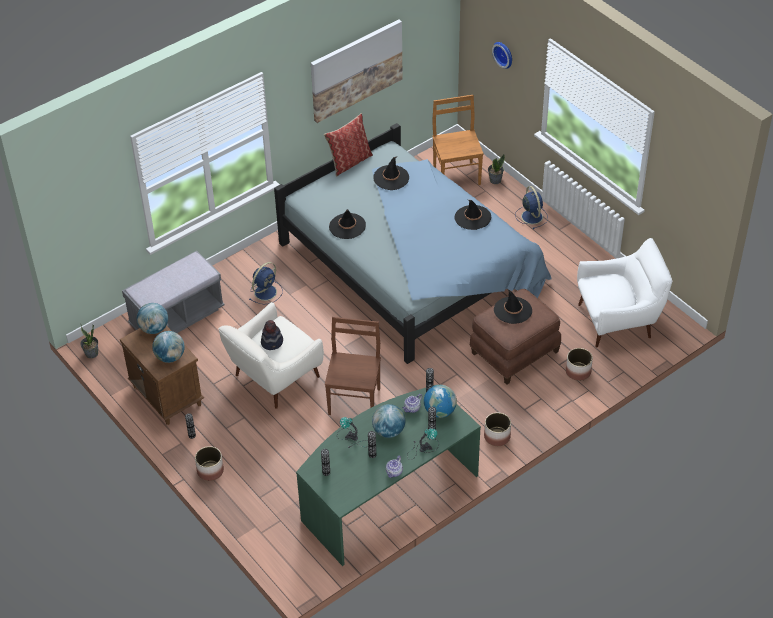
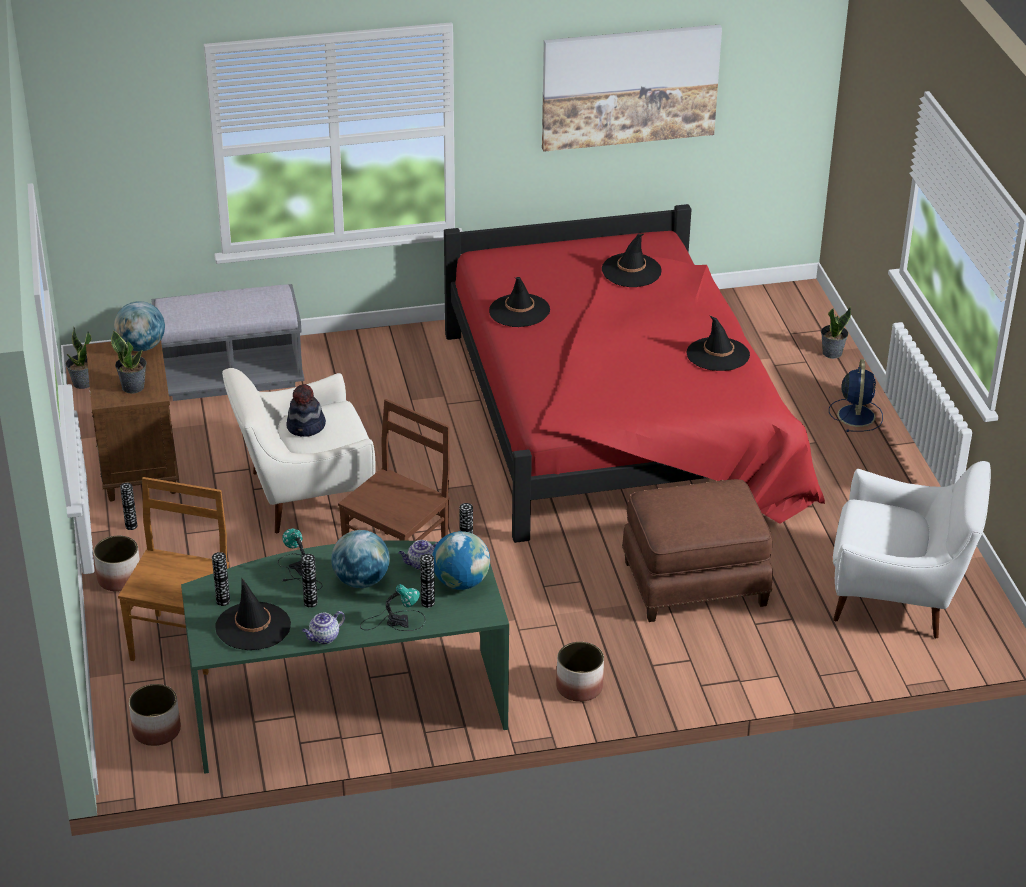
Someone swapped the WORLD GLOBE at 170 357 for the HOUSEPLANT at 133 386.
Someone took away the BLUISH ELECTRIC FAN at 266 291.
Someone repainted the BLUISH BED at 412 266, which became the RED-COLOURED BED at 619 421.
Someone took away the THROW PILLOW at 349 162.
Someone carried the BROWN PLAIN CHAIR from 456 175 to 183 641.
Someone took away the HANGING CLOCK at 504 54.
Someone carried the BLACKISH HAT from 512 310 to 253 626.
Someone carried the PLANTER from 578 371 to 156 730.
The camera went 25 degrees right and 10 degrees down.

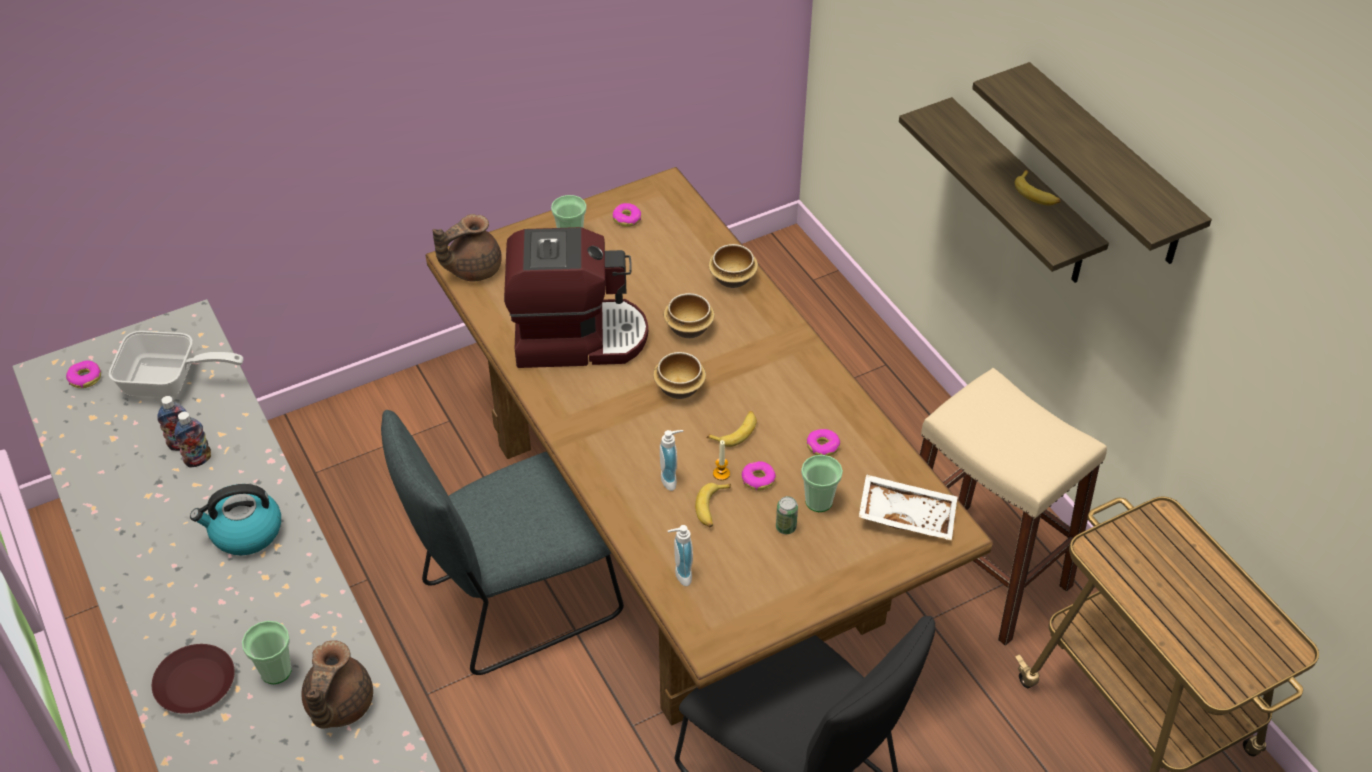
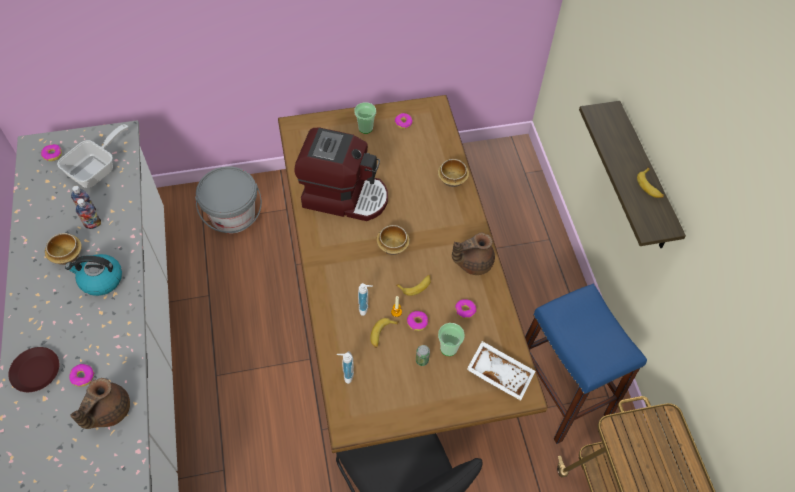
Someone rotated the PAN at 170 381 by 75 degrees counterclockwise.
Someone swapped the SMALL CUP at 276 671 for the DONUT at 83 377.
Someone took away the GREYISH PLAIN CHAIR at 513 604.
Someone carried the BROWN TEA POT from 472 269 to 472 262.
Someone carried the SERVING BOWL from 687 328 to 67 255.
Someone repainted the BEIGE-COLOURED SITTING STOOL at 983 572, which became the BLUISH SITTING STOOL at 560 391.
Someone took away the SHELF at 1108 168.
Someone put down the GREYISH BUCKET at 233 215.
The camera went 15 degrees right and 10 degrees up.

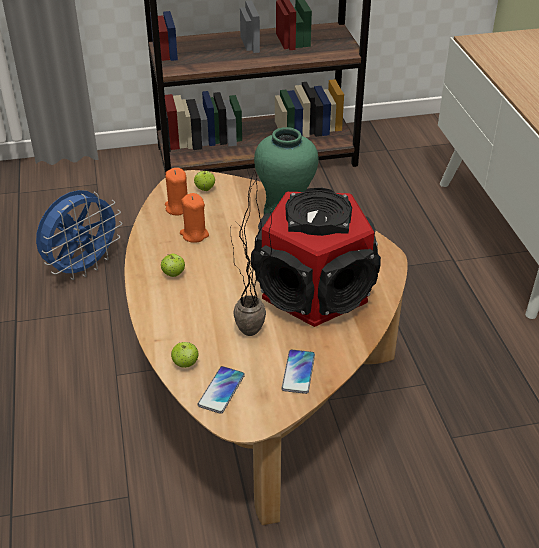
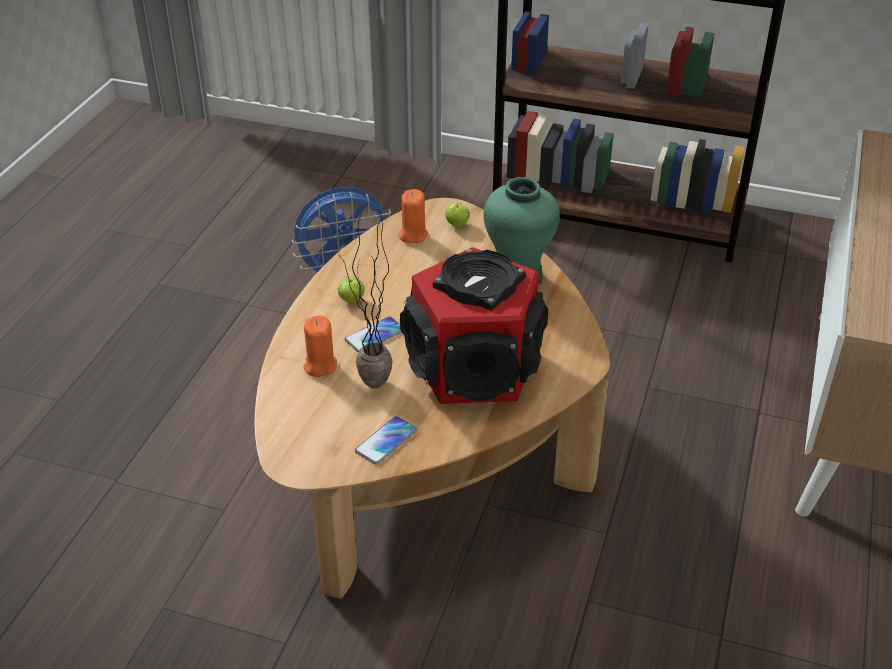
Someone took away the WHOLE APPLE at 185 364.
Someone carried the ORANGEY CANDLE from 194 234 to 320 365.
Someone carried the HANDSET from 221 390 to 375 335.
The camera went 30 degrees right and 0 degrees up.

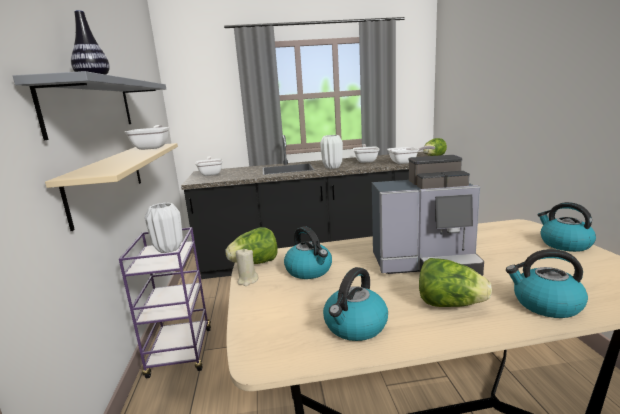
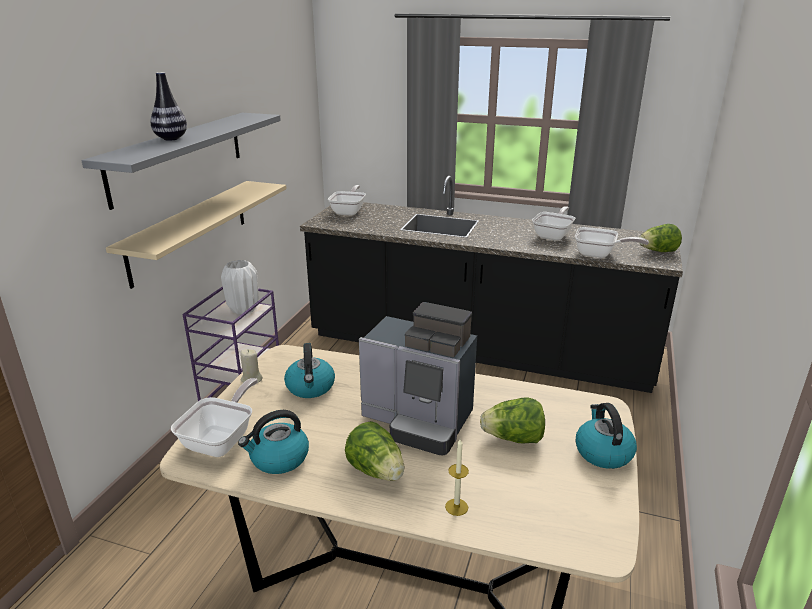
Someone carried the PAN from 153 147 to 222 439.
Someone carried the LETTUCE HEAD from 255 263 to 513 438.
Someone took away the WHITISH FLOWER VASE at 332 167.
Someone swapped the KETTLE at 545 304 for the CANDLE at 456 507.
The camera went 25 degrees right and 10 degrees up.

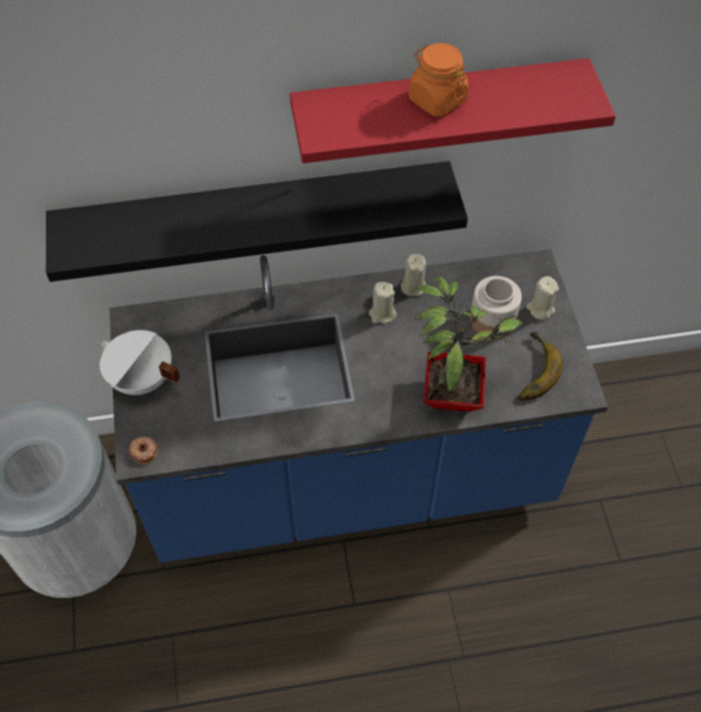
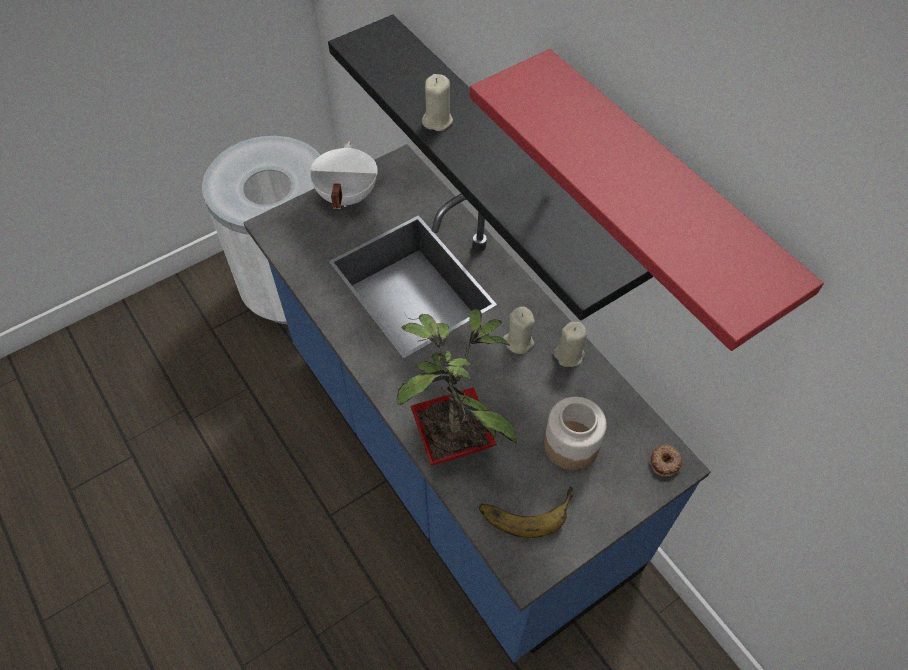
Someone carried the DONUT from 144 451 to 665 462.
Someone took away the ORANGEY STORAGE JAR at 436 99.
Someone carried the BEIGE-COLOURED CANDLE from 540 309 to 437 120.
The camera went 65 degrees right and 0 degrees up.

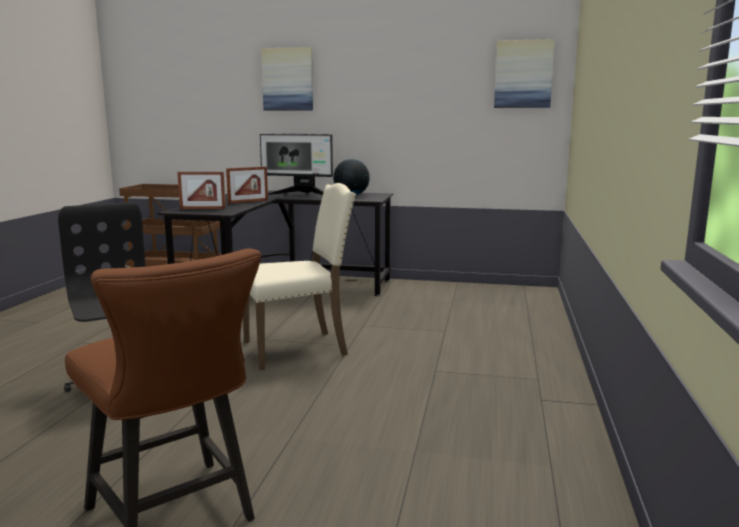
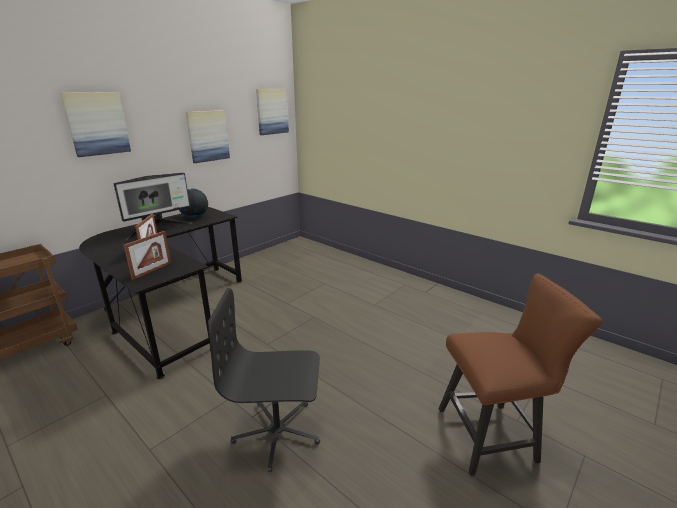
Someone took away the BEIGE-COLOURED PLAIN CHAIR at 298 348.
Someone put up the WALL ART at 208 136.
The camera went 60 degrees left and 10 degrees up.

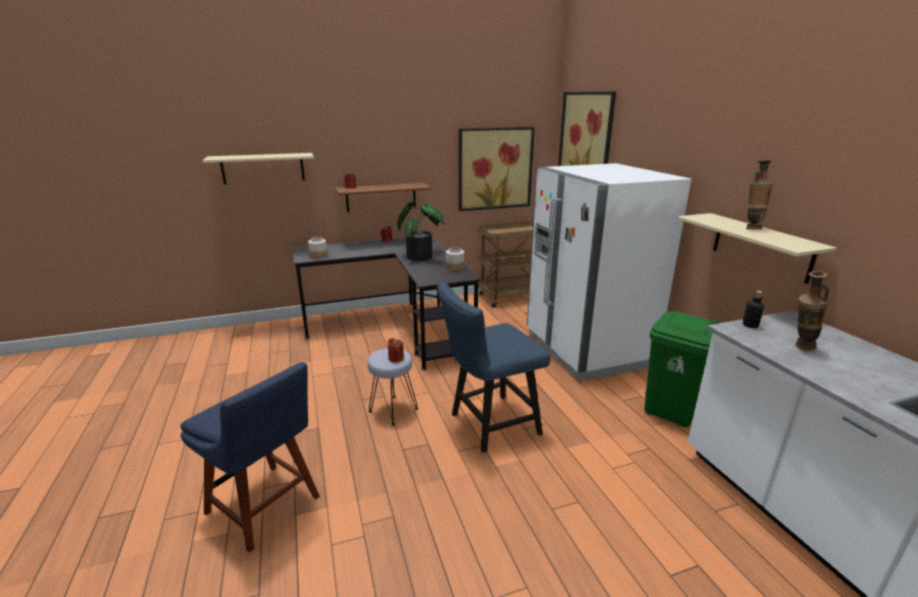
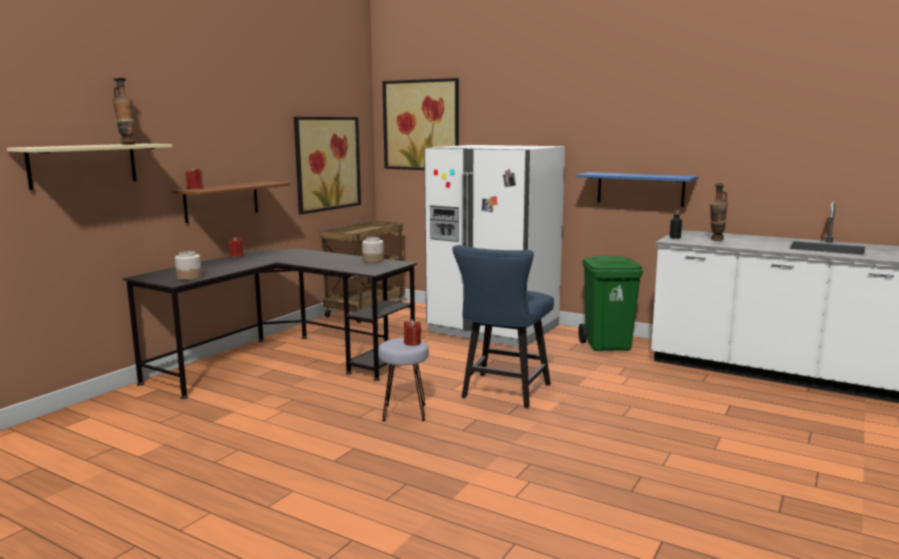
Someone took away the BLUISH PLAIN CHAIR at 266 507.
Someone took away the HOUSEPLANT at 422 257.
Someone repainted the BEIGE-COLOURED SHELF at 761 247, which became the BLUISH SHELF at 640 189.
Someone carried the FLOWER VASE from 751 229 to 127 144.
The camera went 40 degrees left and 10 degrees down.

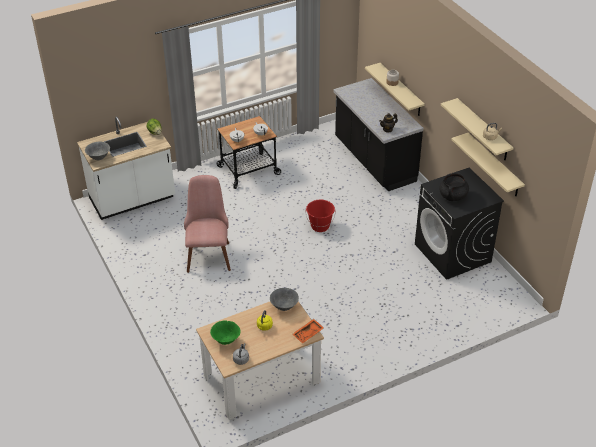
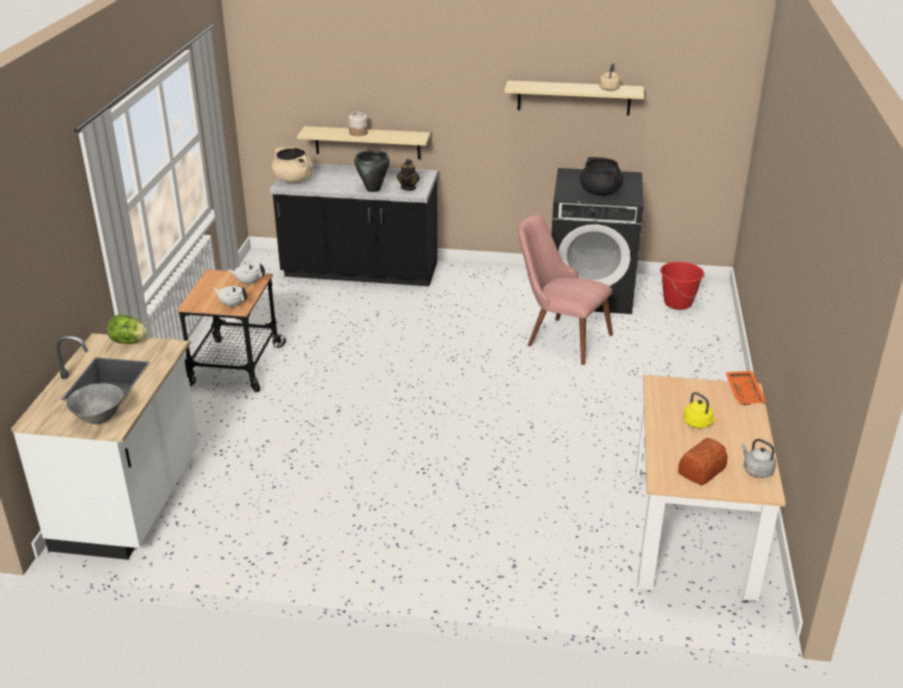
Someone carried the PINK-COLOURED PLAIN CHAIR from 208 252 to 559 337.
Someone swapped the GREENISH SERVING BOWL at 225 340 for the BREAD at 700 470.
Someone took away the GREYISH SERVING BOWL at 284 307.
Someone carried the RED-COLOURED BUCKET from 320 226 to 677 303.
Someone took away the BEIGE-COLOURED SHELF at 494 165.
Someone put down the BEIGE-COLOURED COOKING POT at 293 180.
Someone put down the BLACKISH COOKING POT at 373 189.
The camera went 55 degrees left and 10 degrees down.

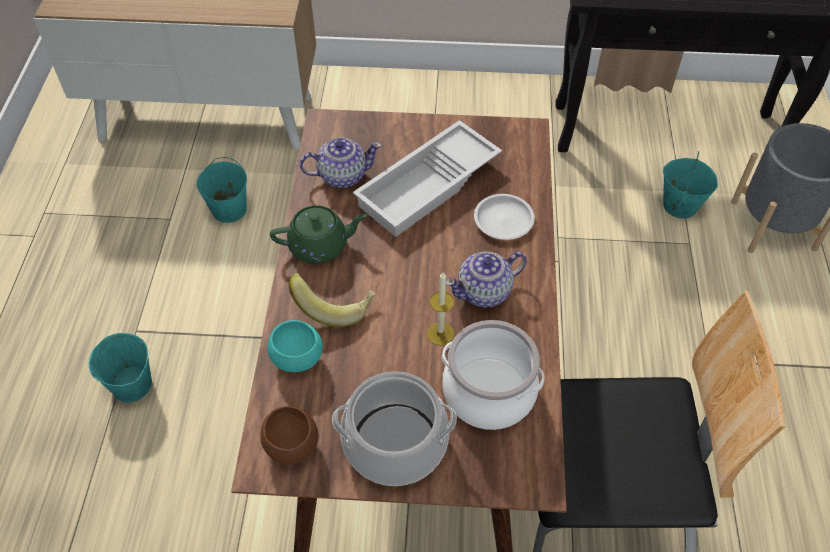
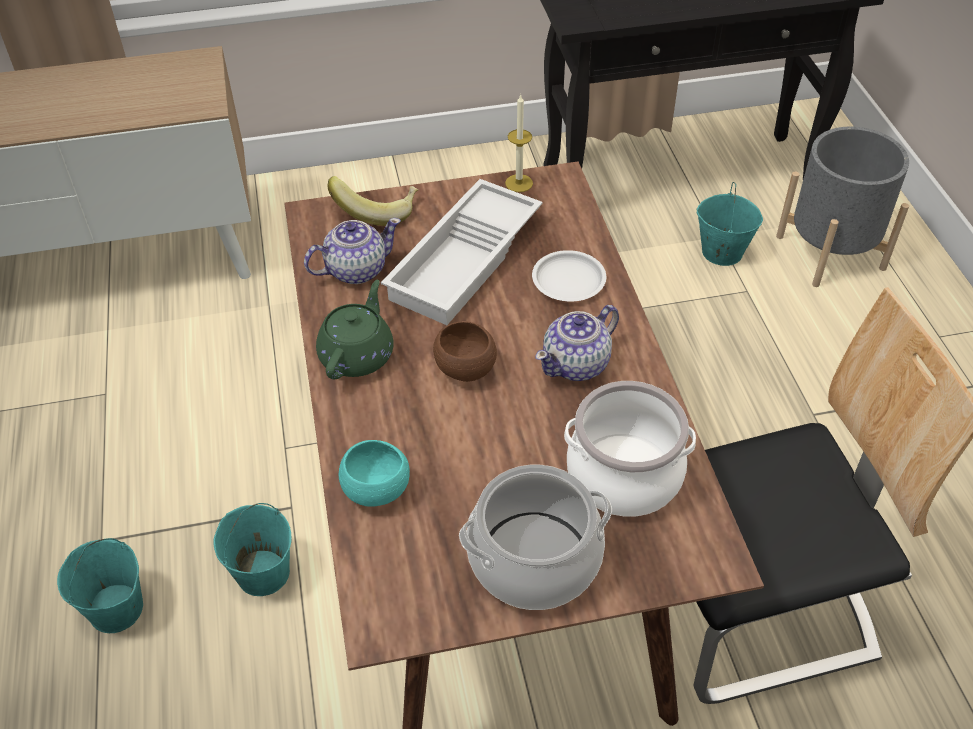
Someone carried the TURQUOISE BUCKET from 229 209 to 262 573.
Someone carried the BROWN SERVING BOWL from 292 446 to 465 369.
Someone rotated the GREENISH TEA POT at 320 245 by 45 degrees counterclockwise.
Someone carried the WHOLE BANANA from 335 306 to 377 211.
Someone carried the CANDLE from 440 334 to 519 183.
The camera went 15 degrees left and 5 degrees down.

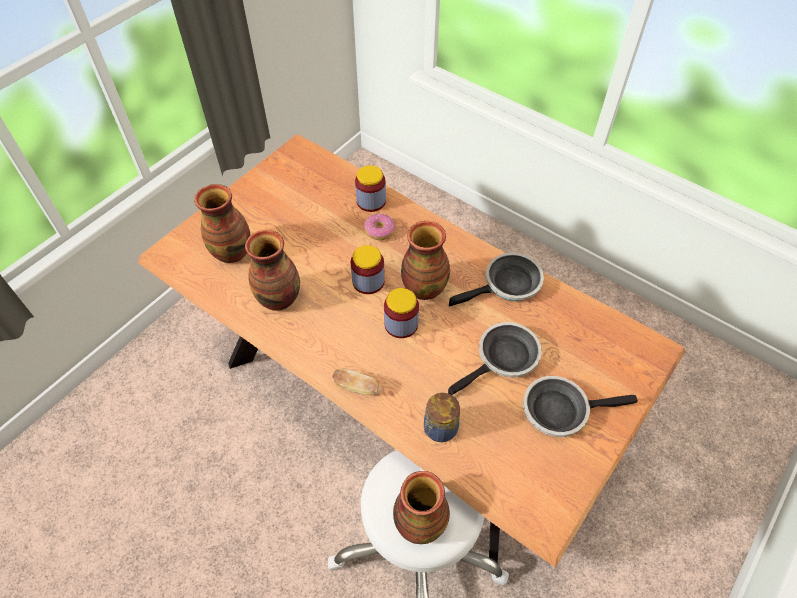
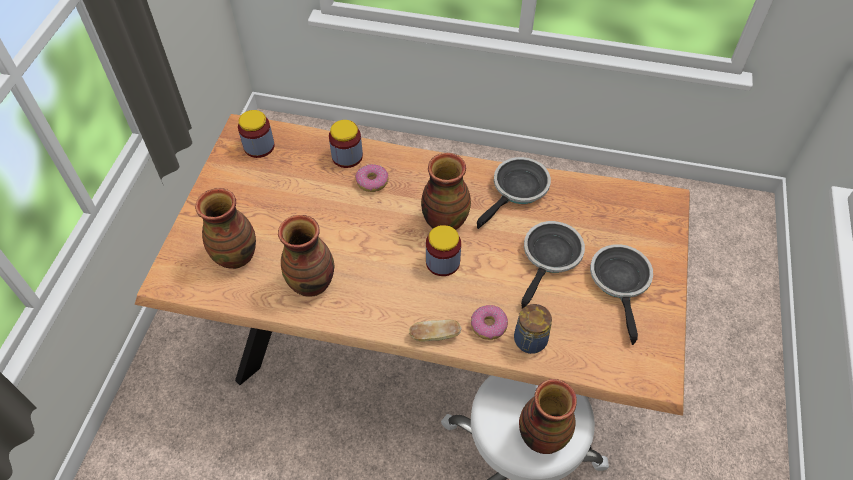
Someone carried the STORAGE JAR from 368 281 to 259 146.
Someone rotated the PAN at 560 410 by 120 degrees clockwise.
Someone put down the DONUT at 488 326.
The camera went 25 degrees left and 0 degrees up.

